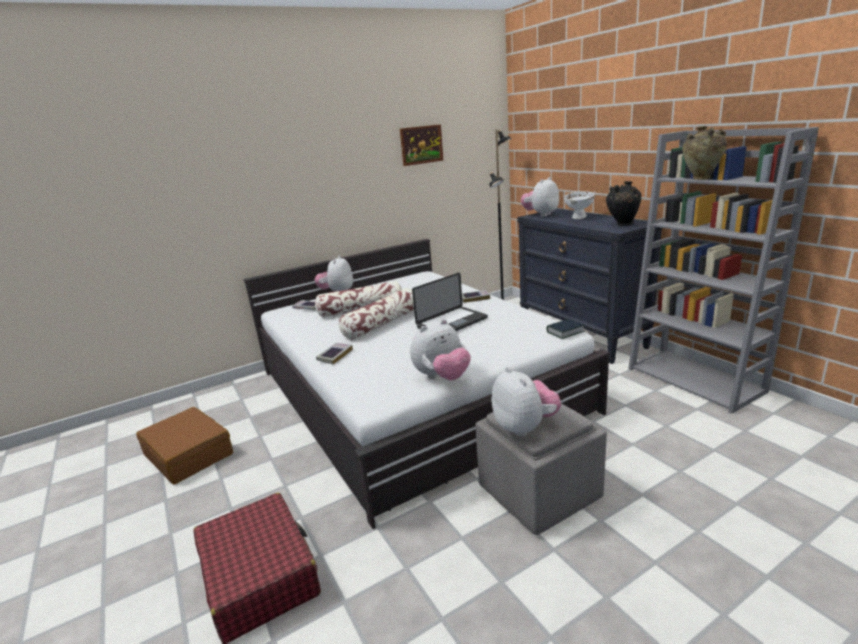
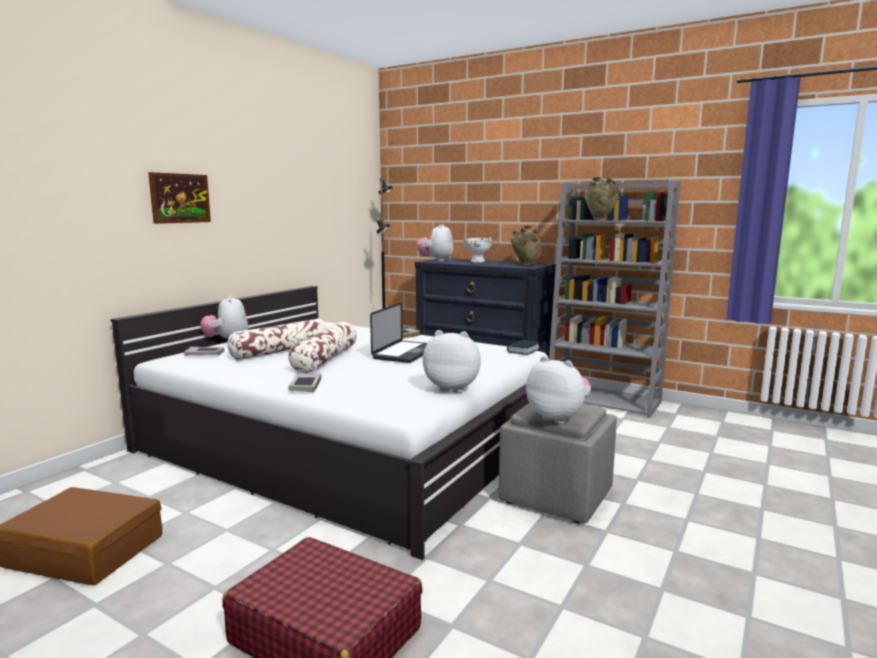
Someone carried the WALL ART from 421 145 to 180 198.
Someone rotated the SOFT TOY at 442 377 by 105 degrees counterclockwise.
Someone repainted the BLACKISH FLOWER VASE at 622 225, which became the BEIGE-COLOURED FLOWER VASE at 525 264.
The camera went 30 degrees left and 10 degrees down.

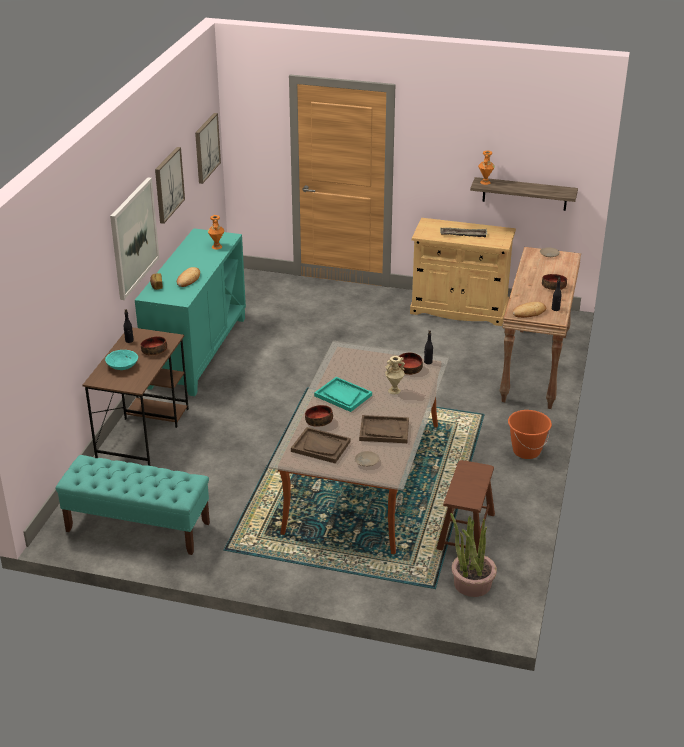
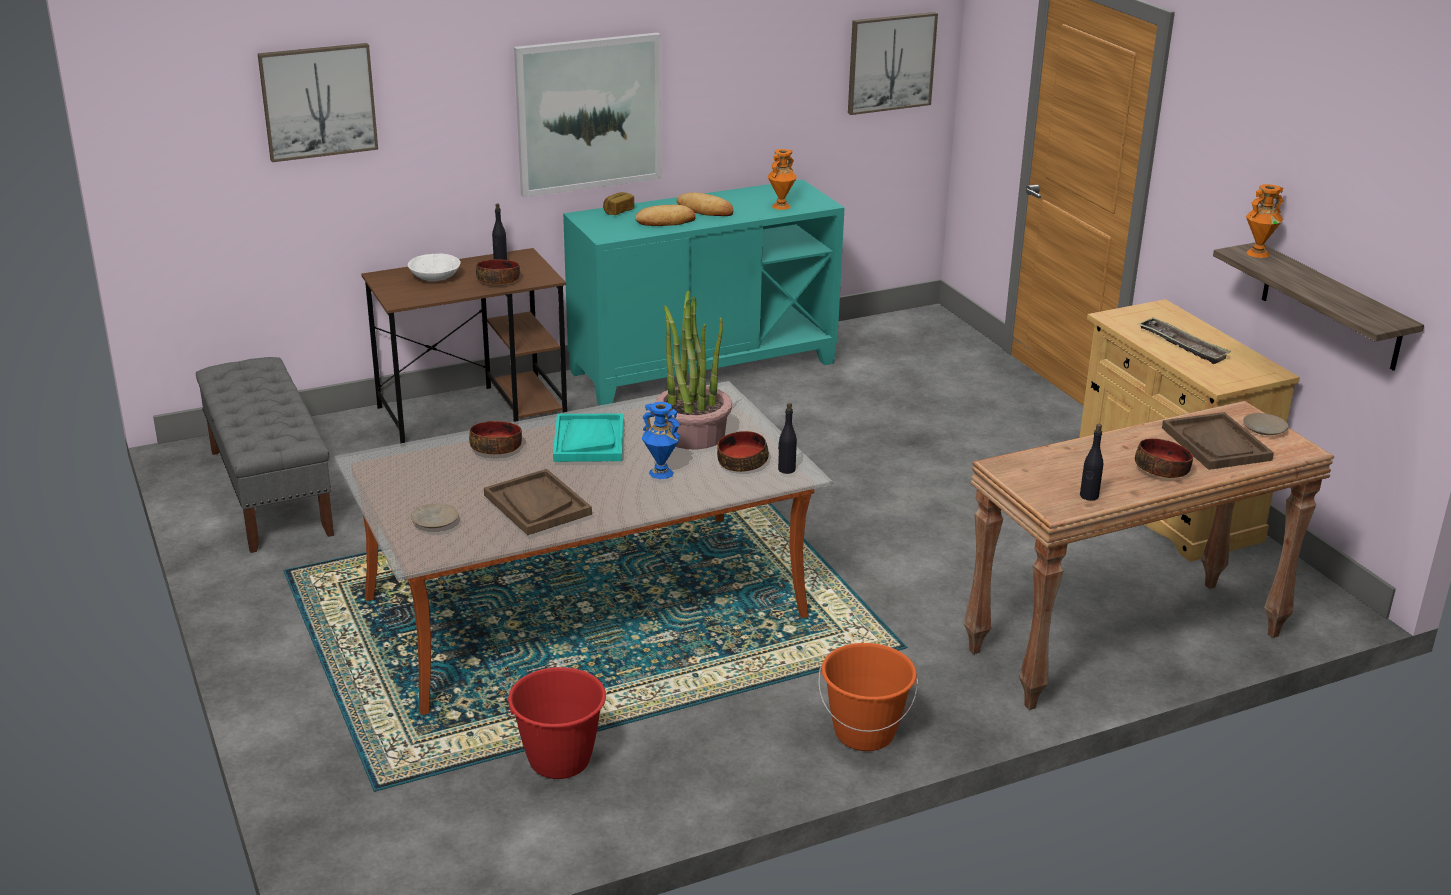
Someone repainted the TURQUOISE LONG SEAT at 137 527, which became the GREYISH LONG SEAT at 269 491.
Someone repainted the TURQUOISE SERVING BOWL at 122 366, which became the WHITISH SERVING BOWL at 435 277.
Someone carried the WALL ART from 168 184 to 318 101.
Someone carried the BROWN TRAY from 321 446 to 1216 444.
Someone repainted the BEIGE-COLOURED FLOWER VASE at 394 391, which became the BLUISH FLOWER VASE at 660 473.
Someone swapped the BROWN SITTING STOOL at 466 531 for the RED-COLOURED BUCKET at 559 761.
Someone carried the HOUSEPLANT from 472 583 to 693 434.
Someone carried the BREAD from 529 312 to 705 210.
The camera went 50 degrees right and 5 degrees down.

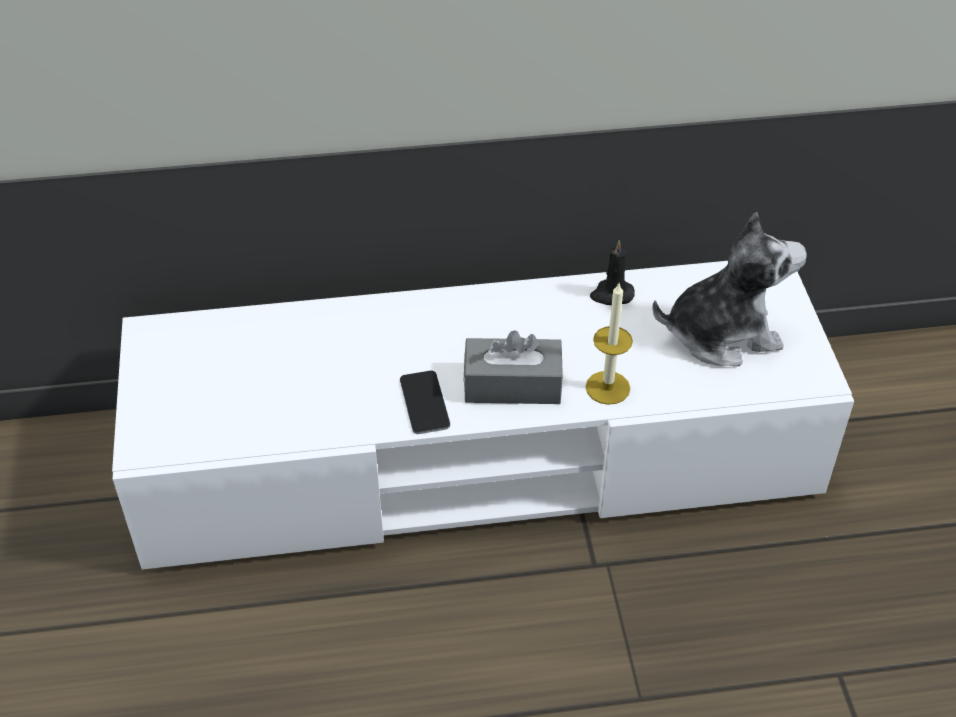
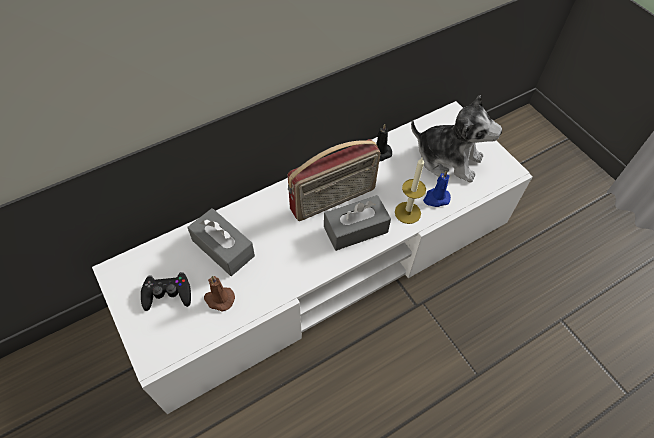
Someone took away the HANDSET at 424 403.
Someone rotated the SOFT TOY at 722 334 by 60 degrees clockwise.
Someone put down the BLACKISH GAMEPAD at 167 294.
Someone put down the GREYISH TISSUE HOLDER at 223 248.
Someone put down the BROWN CANDLE at 219 299.
Someone put down the RADIO SET at 333 200.
Someone put down the BLUISH CANDLE at 436 198.
The camera went 25 degrees left and 10 degrees up.

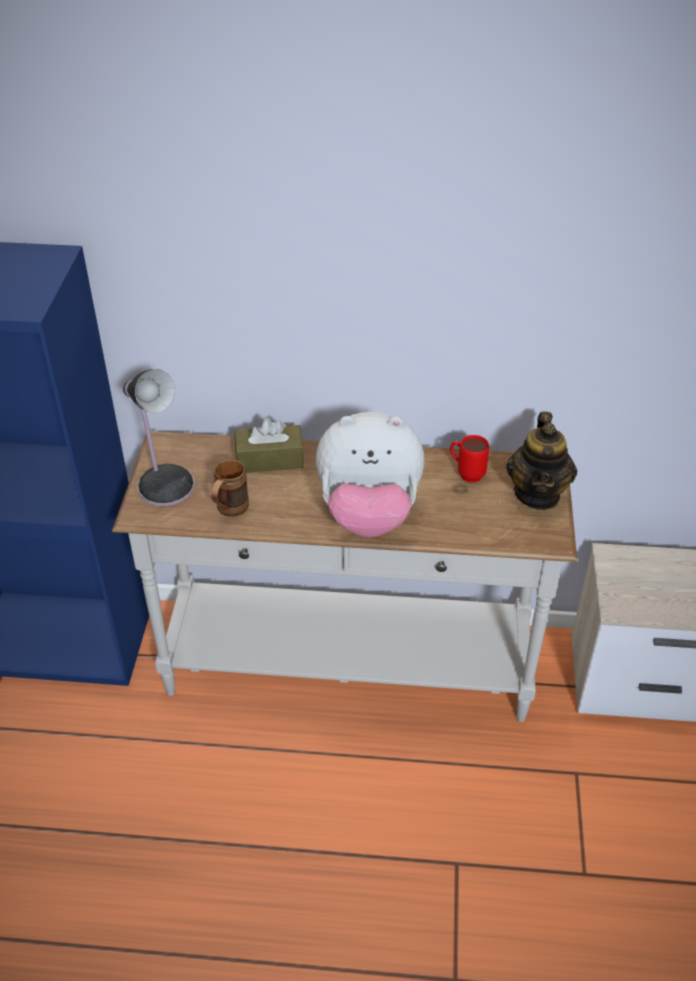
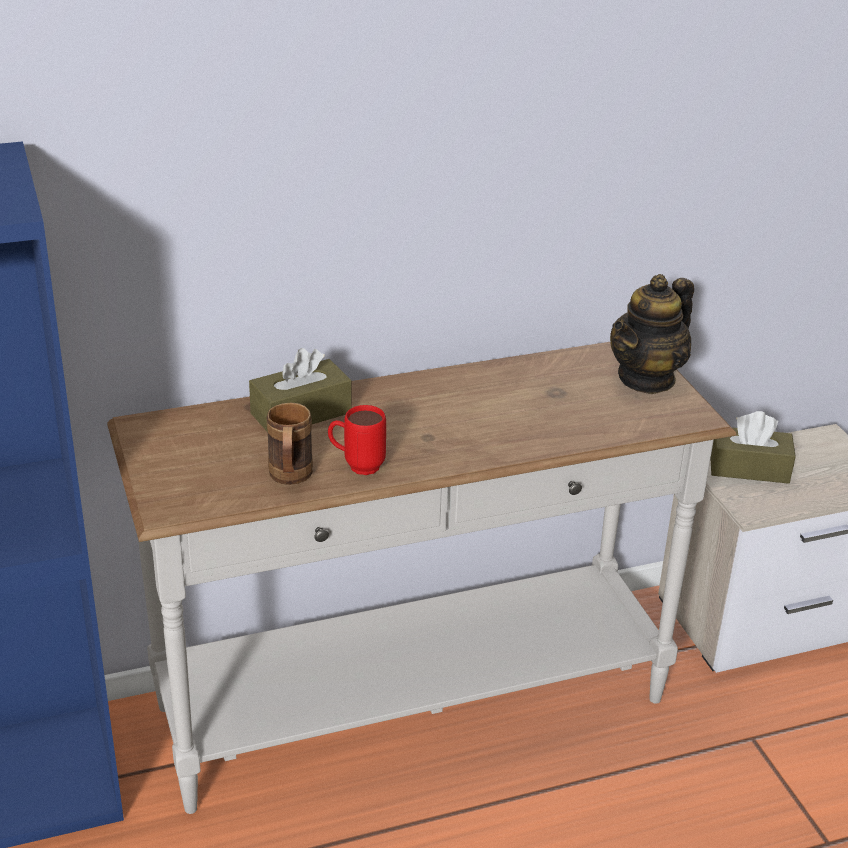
Someone took away the TABLE LAMP at 164 484.
Someone took away the SOFT TOY at 369 514.
Someone carried the RED-COLOURED MUG from 466 474 to 356 466.
Someone rotated the TEA POT at 537 494 by 60 degrees clockwise.
Someone put down the BROWN TISSUE HOLDER at 749 468.
The camera went 25 degrees left and 10 degrees down.

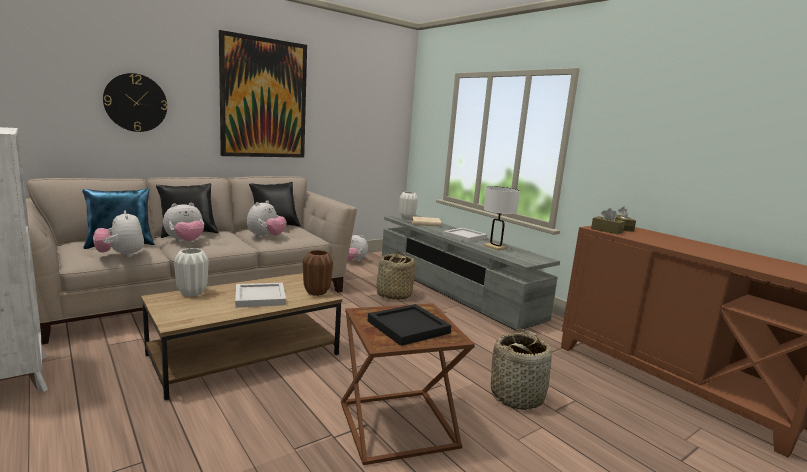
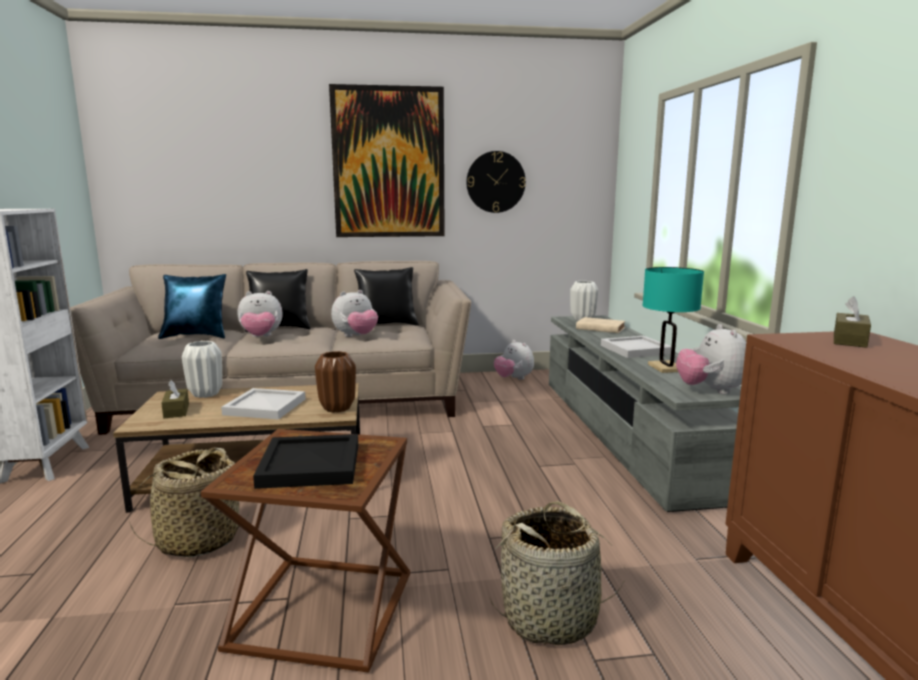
Someone carried the SOFT TOY from 121 255 to 710 390.
Someone carried the HANGING CLOCK from 136 103 to 495 182.
Someone carried the STORAGE BASKET from 393 295 to 198 540.
Someone repainted the WHITISH TABLE LAMP at 495 247, which became the TURQUOISE TABLE LAMP at 665 368.
Someone carried the BROWN TISSUE HOLDER from 606 230 to 176 411.
The camera went 30 degrees right and 0 degrees up.

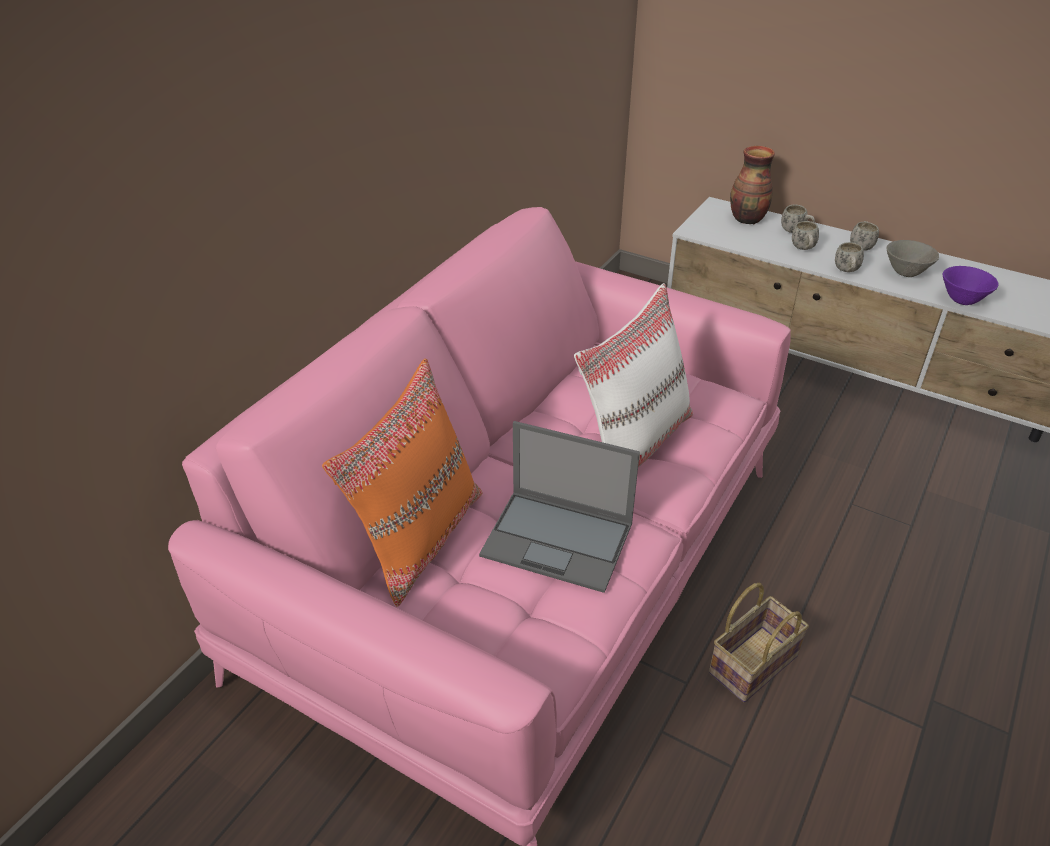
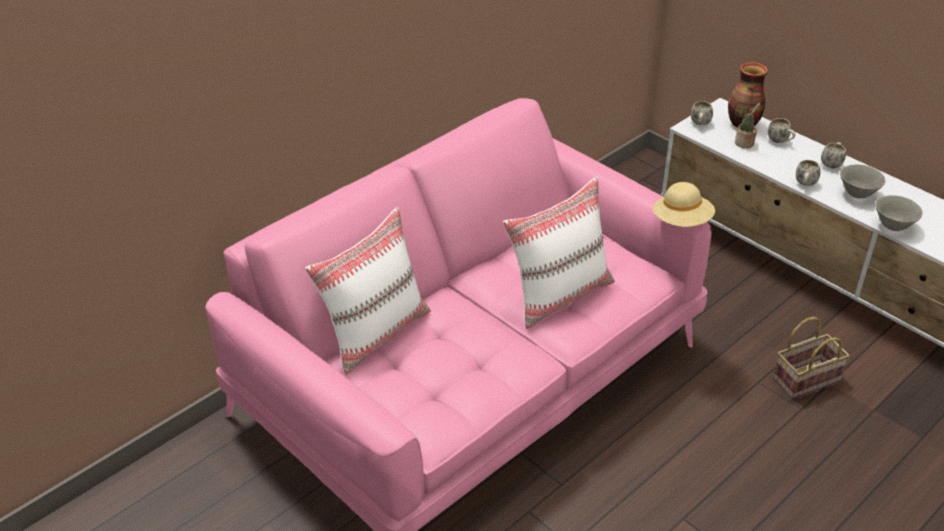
Someone repainted the ORANGEY THROW PILLOW at 419 537, which became the WHITISH THROW PILLOW at 375 333.
Someone took away the PORTABLE COMPUTER at 559 540.
Someone carried the STORAGE BASKET from 753 662 to 806 378.
Someone carried the WHITISH MUG from 804 249 to 700 124.
Someone repainted the PURPLISH SERVING BOWL at 962 300, which became the GREYISH SERVING BOWL at 893 226.
Someone put down the BEIGE-COLOURED HAT at 682 221.
Someone put down the HOUSEPLANT at 745 144.
The camera went 15 degrees right and 0 degrees up.

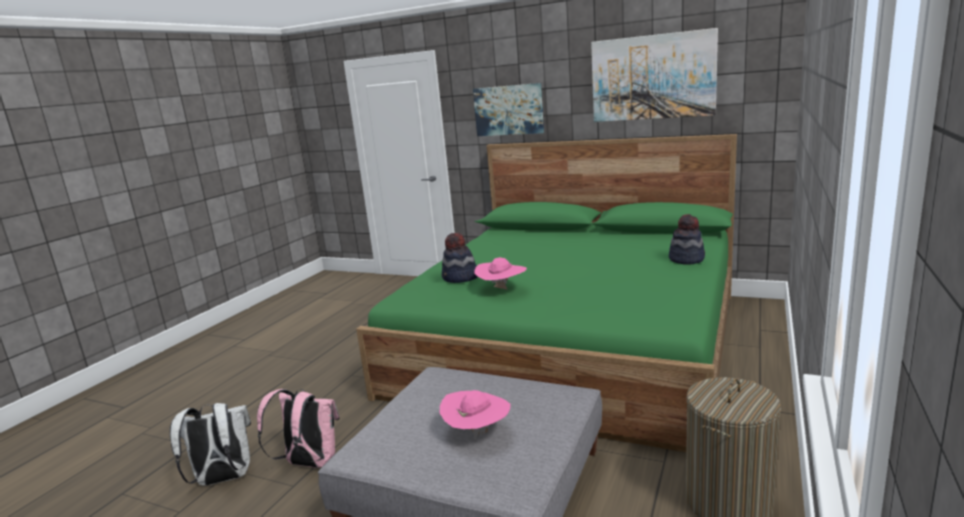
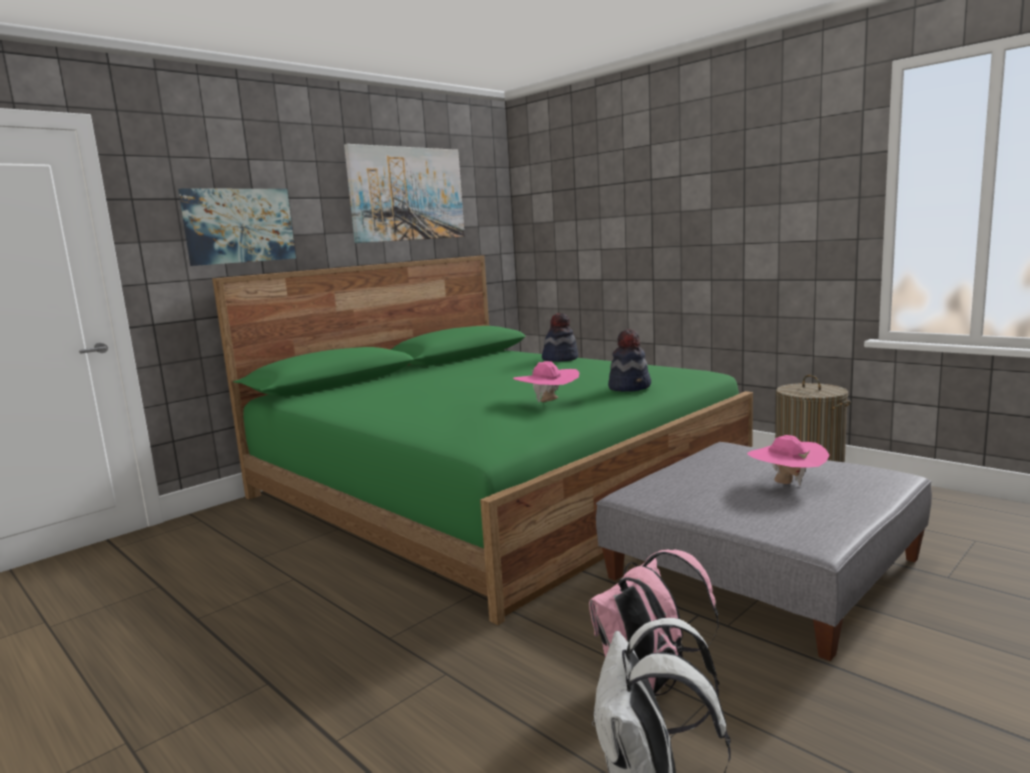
Someone carried the HAT from 460 278 to 630 387.
The camera went 70 degrees left and 5 degrees down.

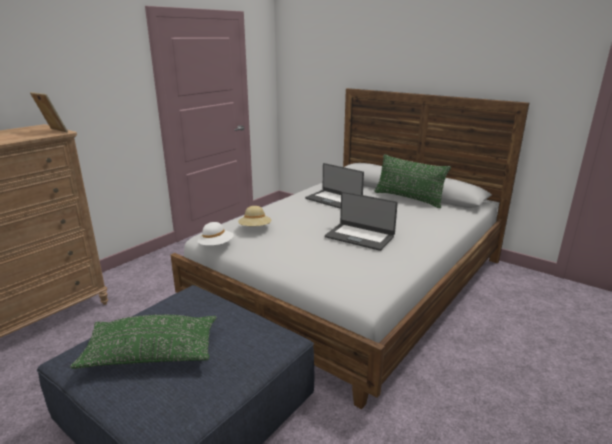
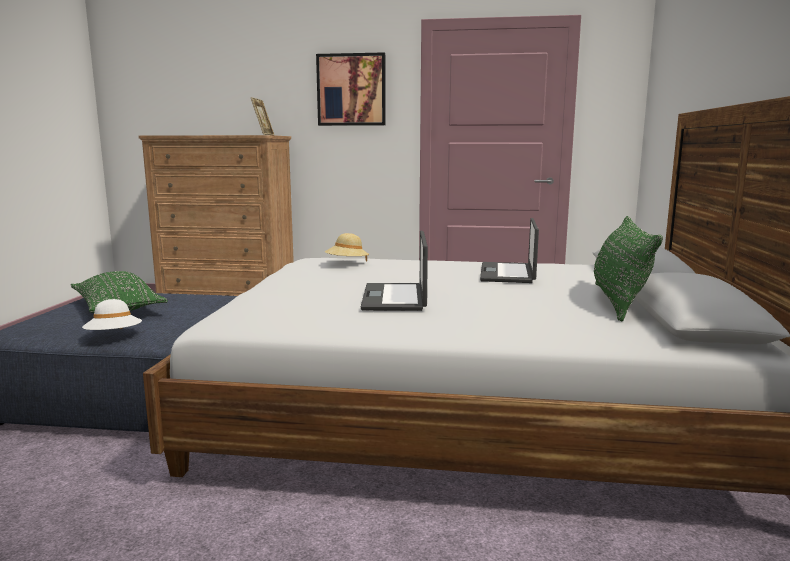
Someone carried the WHITISH HAT from 216 246 to 114 337.
Someone put up the WALL ART at 351 90.
The camera went 60 degrees right and 10 degrees down.

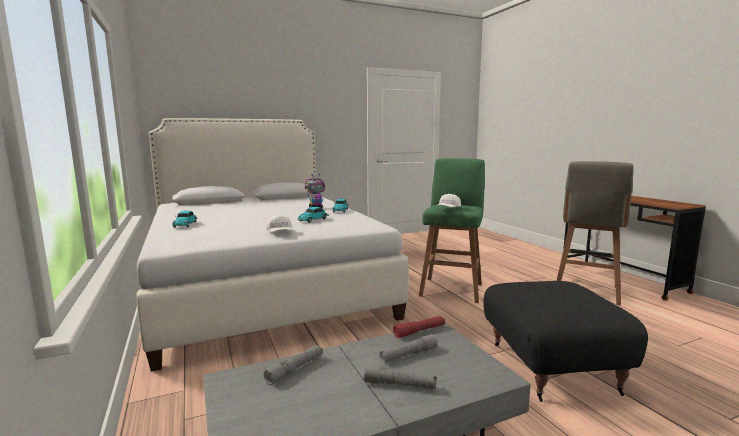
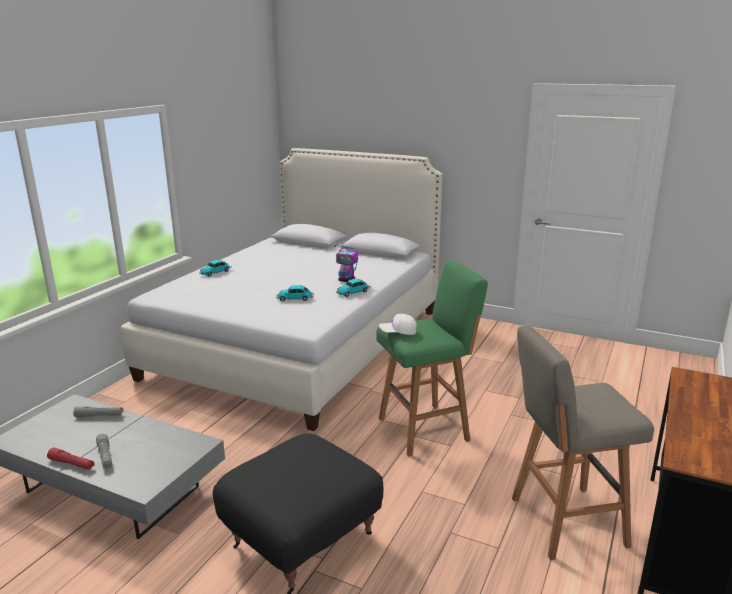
Someone took away the WHITISH CAP at 280 232.
Someone took away the GREYISH TORCH at 408 355.
Someone carried the RED-COLOURED TORCH from 419 331 to 72 464.
The camera went 50 degrees right and 10 degrees up.

